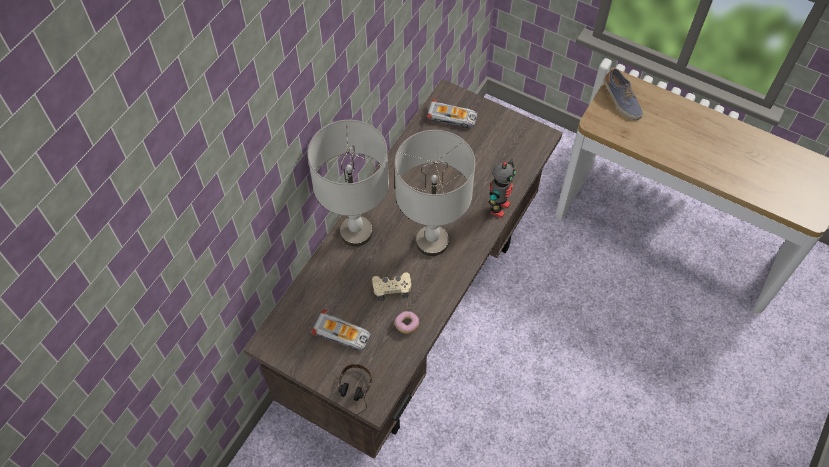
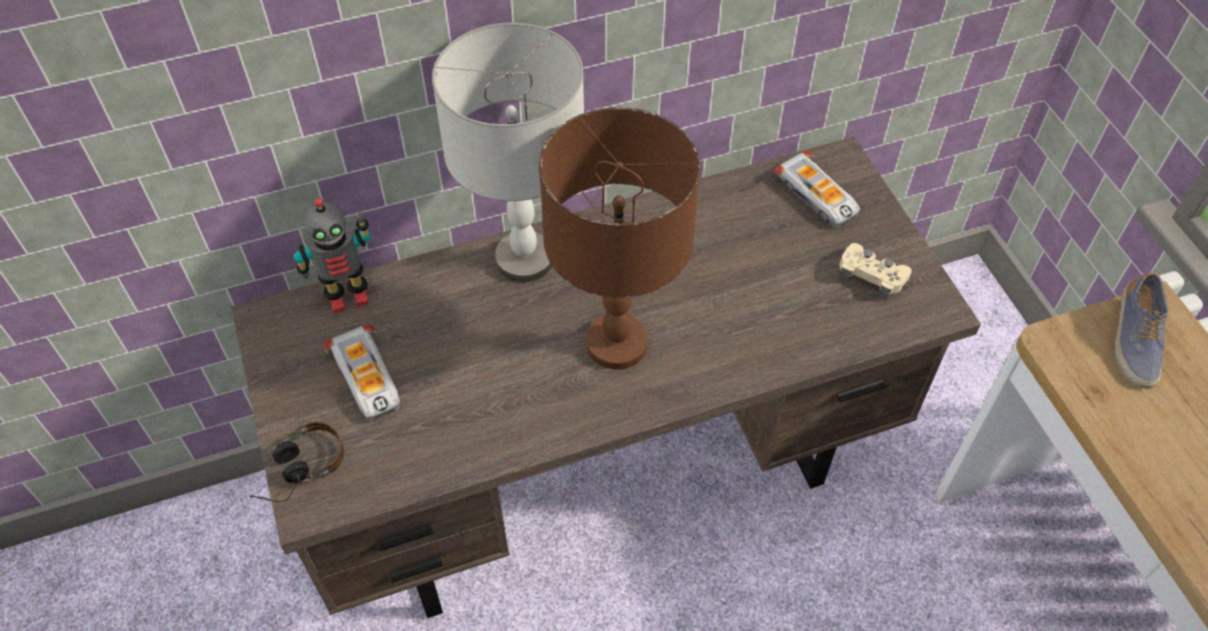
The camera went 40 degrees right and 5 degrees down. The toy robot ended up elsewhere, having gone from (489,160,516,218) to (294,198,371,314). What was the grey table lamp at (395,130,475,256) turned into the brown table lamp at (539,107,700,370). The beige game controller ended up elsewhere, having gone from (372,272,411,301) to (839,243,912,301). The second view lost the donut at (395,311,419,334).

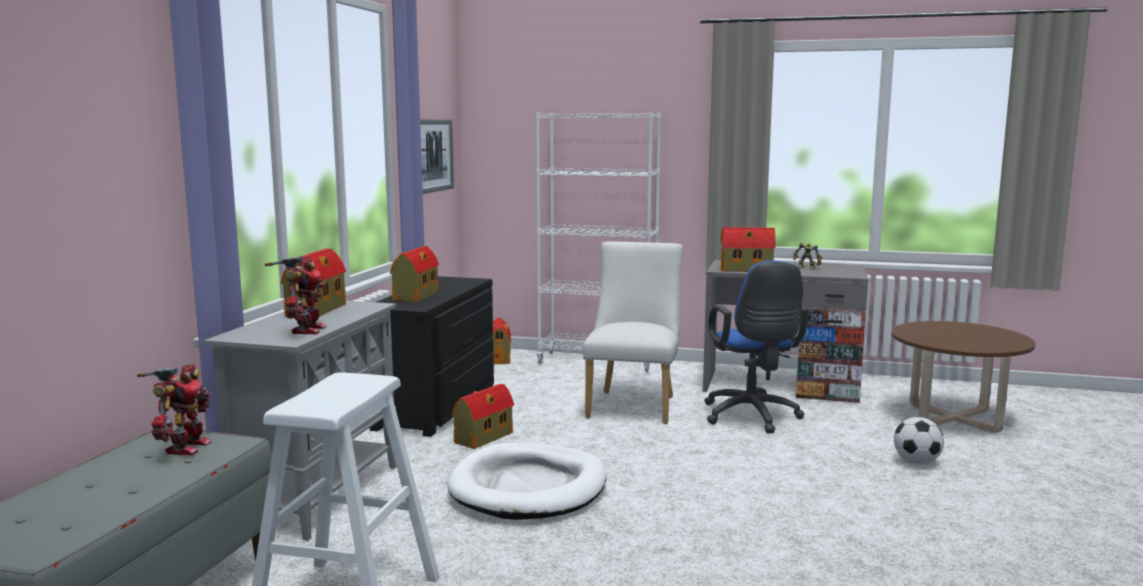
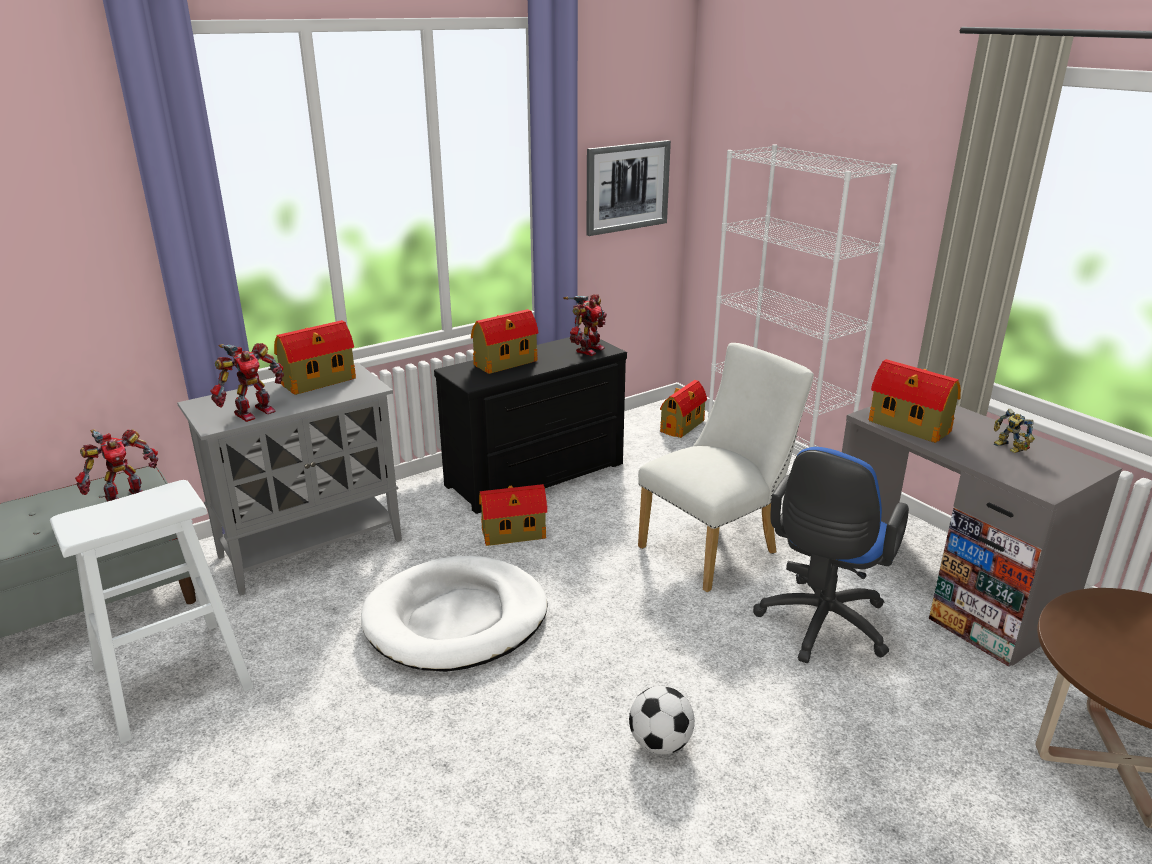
The camera went 40 degrees right and 15 degrees up. The second view gained the toy robot at (563,294,607,356). The football ended up elsewhere, having gone from (894,417,944,464) to (629,686,695,755).

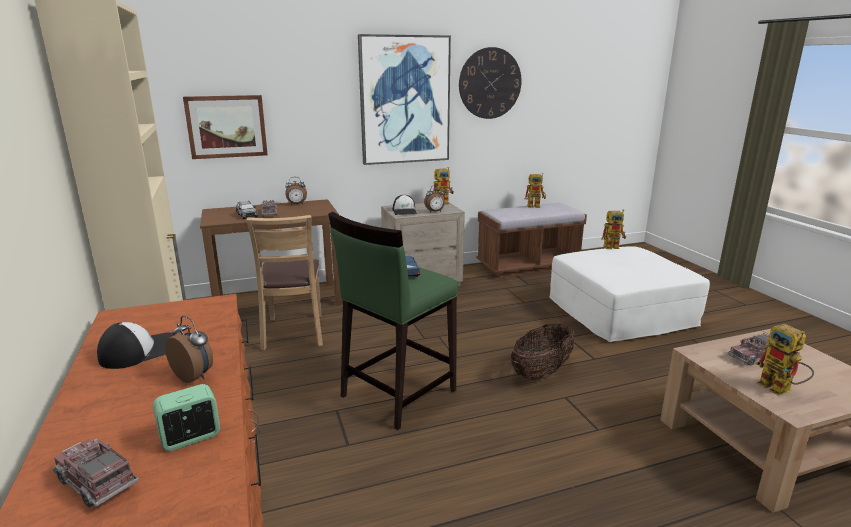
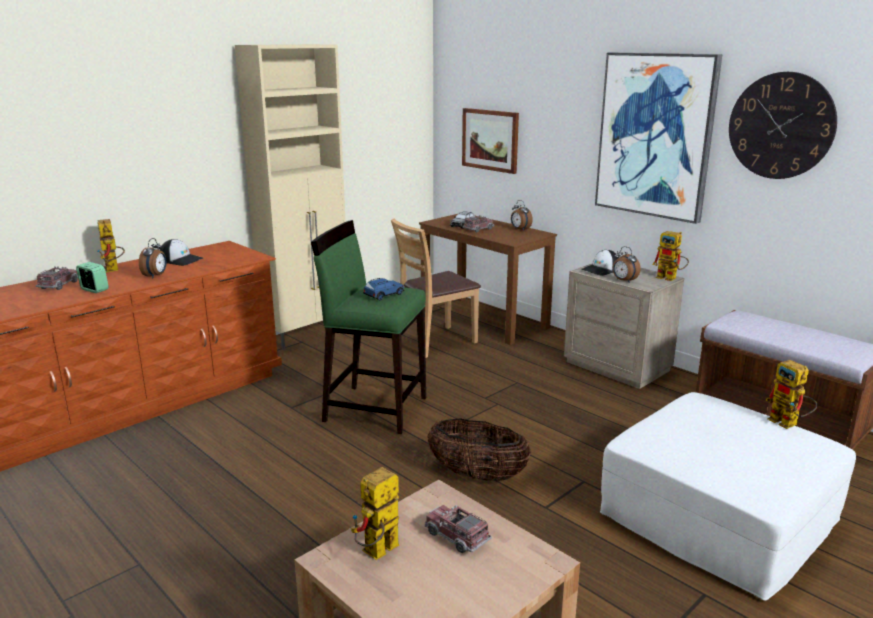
The camera went 65 degrees right and 0 degrees up. The toy robot ended up elsewhere, having gone from (524,173,546,208) to (97,219,125,272).

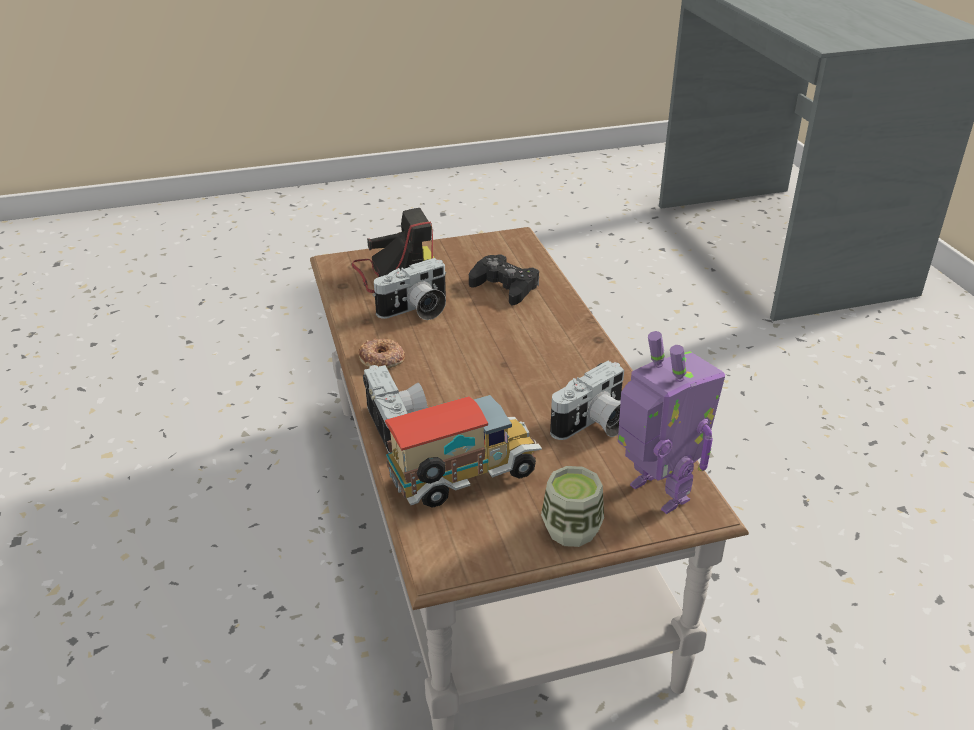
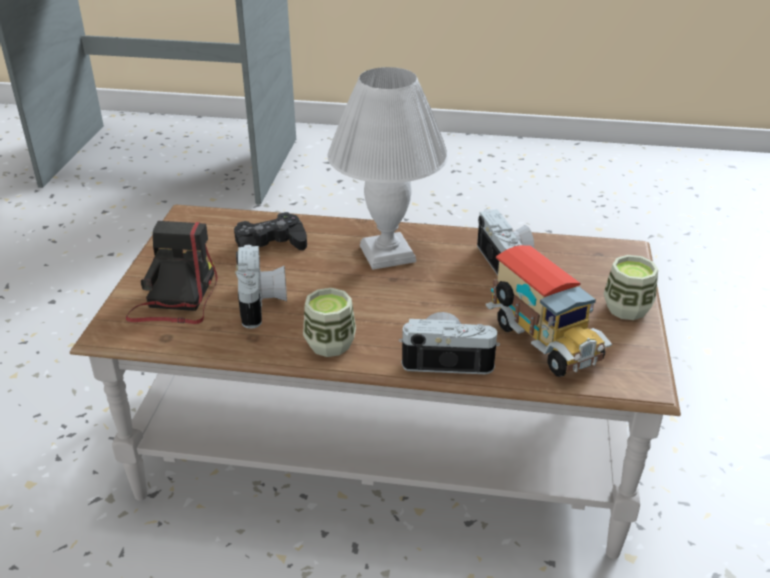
The camera went 65 degrees left and 0 degrees up. Where the donut stood at (358,338,405,369), the cup came to stand at (303,288,356,357). The second view gained the white table lamp at (327,67,448,270). The toy truck at (385,395,542,508) ended up facing another way, 150 degrees clockwise from before. The second view lost the toy robot at (618,331,725,514).

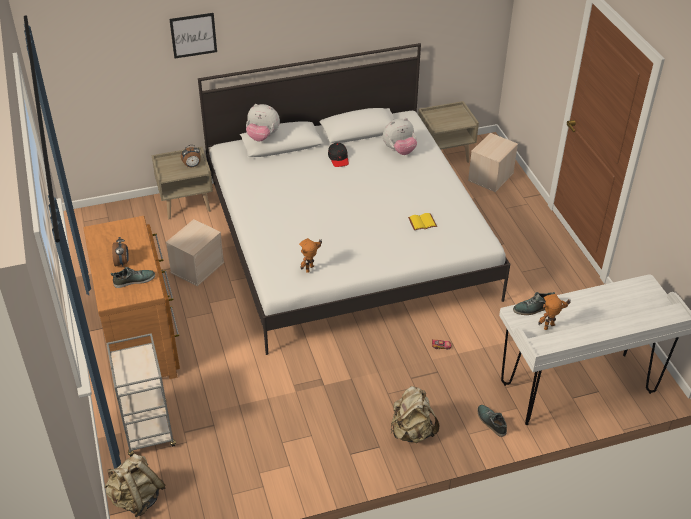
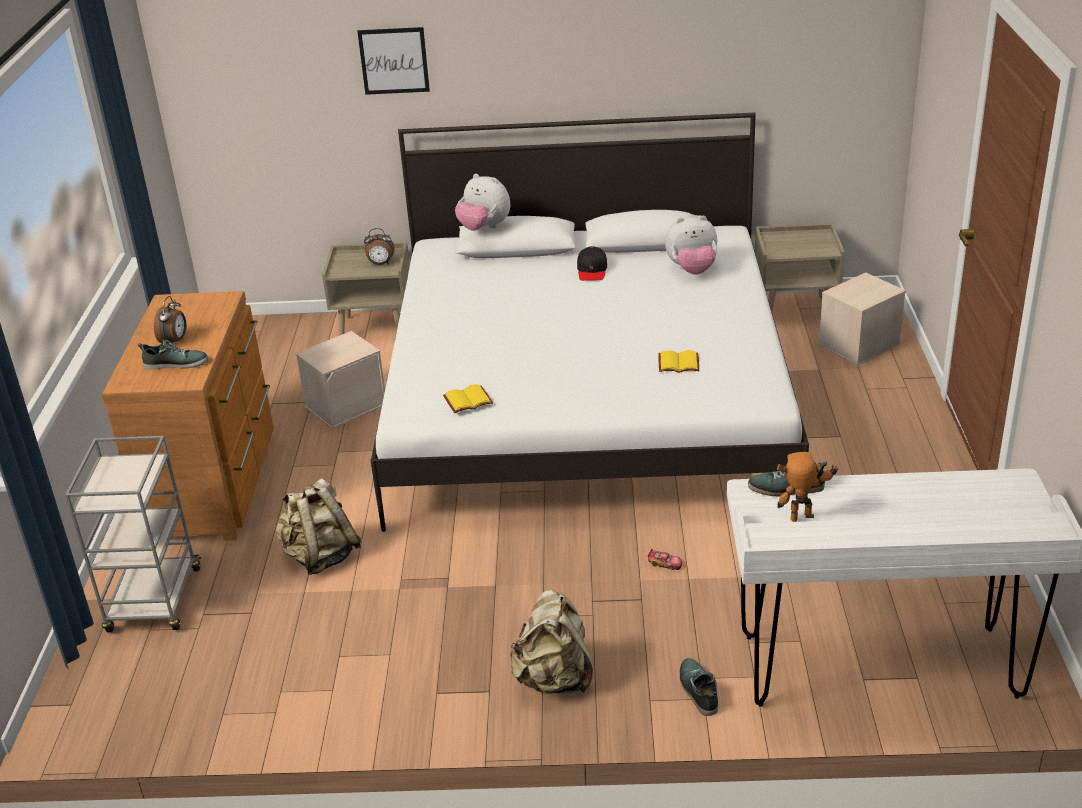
The camera went 20 degrees right and 10 degrees down. The beige backpack ended up elsewhere, having gone from (104,454,165,517) to (276,478,361,575). Where the toy robot stood at (299,238,322,273), the yellow book came to stand at (443,384,493,413).

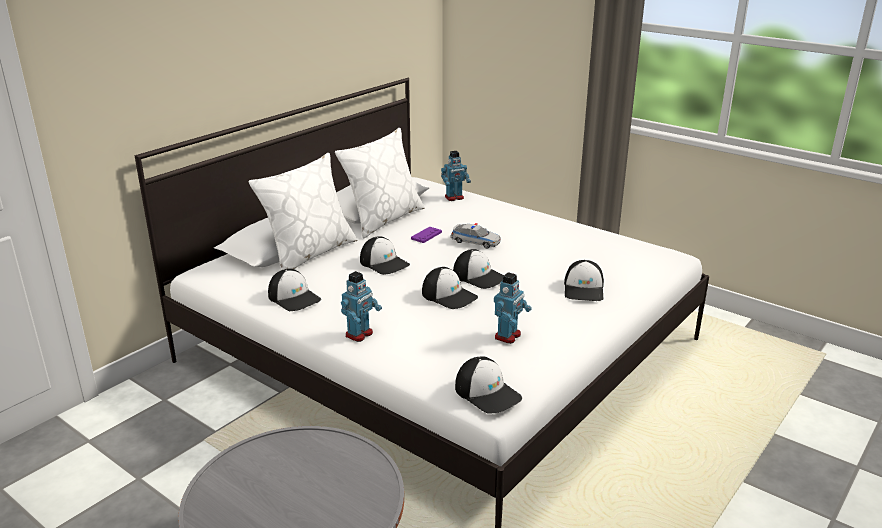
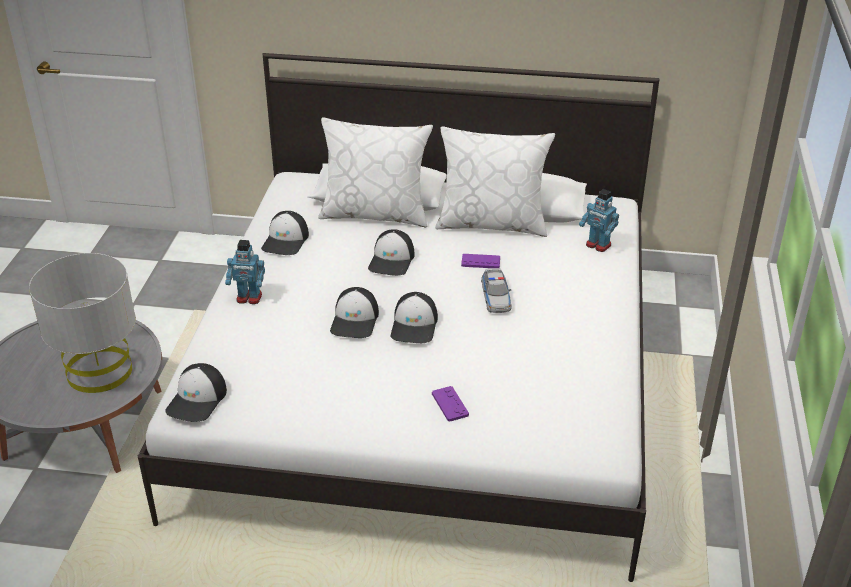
The camera went 60 degrees right and 10 degrees up. The second view gained the grey table lamp at (29,253,136,393). Where the cap stood at (564,260,604,301), the purple game controller came to stand at (432,386,469,422). The second view lost the toy robot at (494,272,532,344).

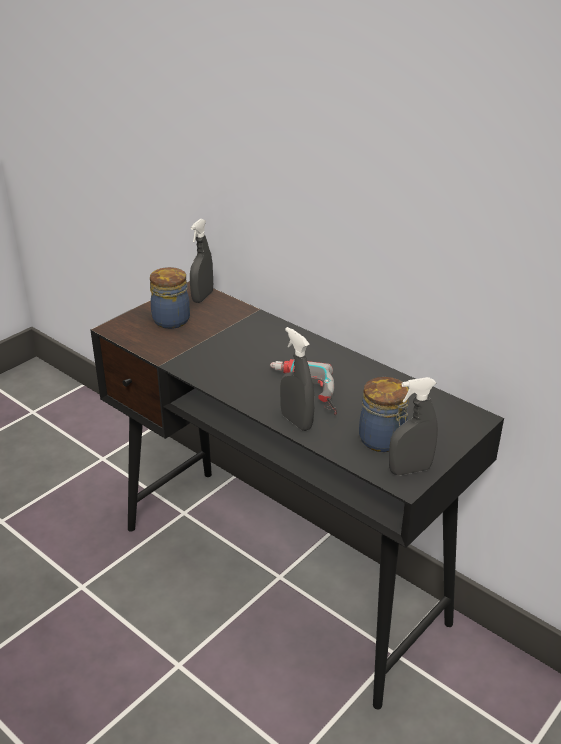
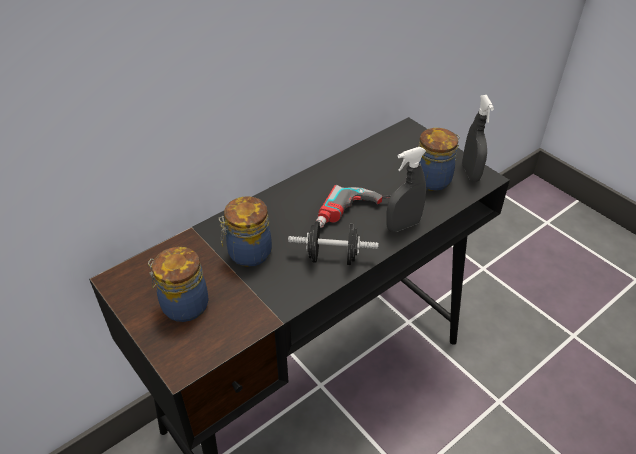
The camera went 80 degrees left and 10 degrees up. The second view gained the jar at (219,196,272,267). The second view gained the black dumbbell at (288,221,379,265). The second view lost the grey spray bottle at (190,219,213,303).

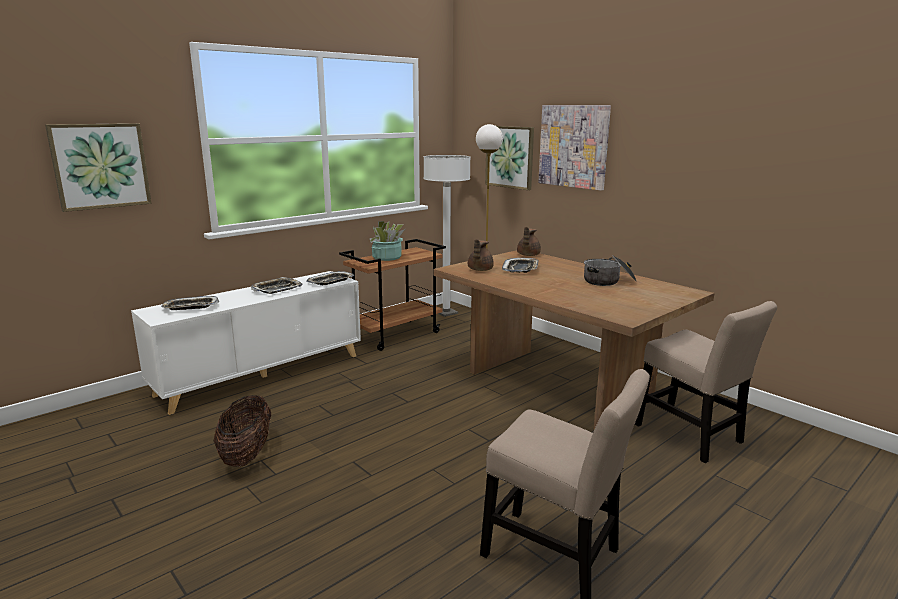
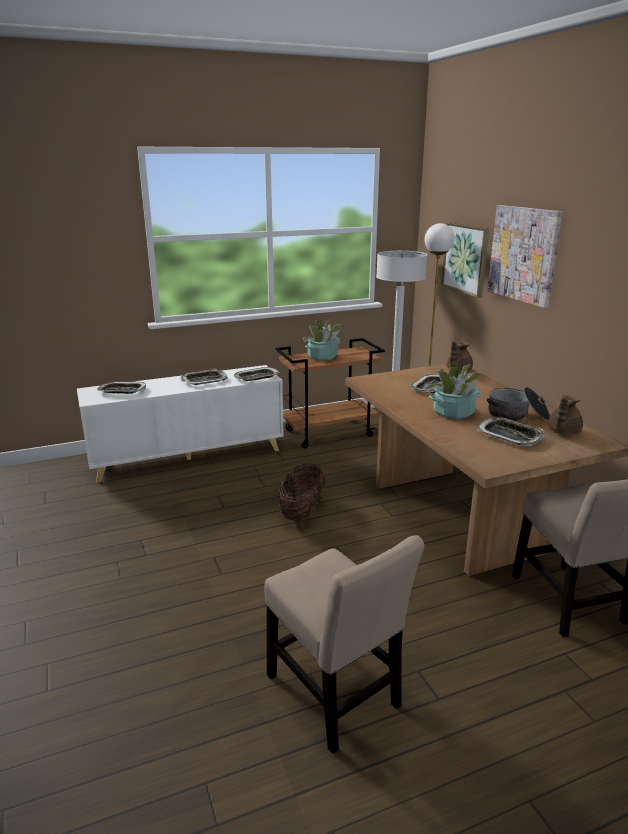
The camera went 20 degrees right and 5 degrees up. The basket ended up elsewhere, having gone from (214,395,271,467) to (278,463,325,521). The second view gained the potted plant at (426,363,483,419). The second view gained the tray at (478,417,544,446). The brown teapot ended up elsewhere, having gone from (468,239,494,271) to (548,395,583,436). The second view lost the picture at (45,123,152,212).

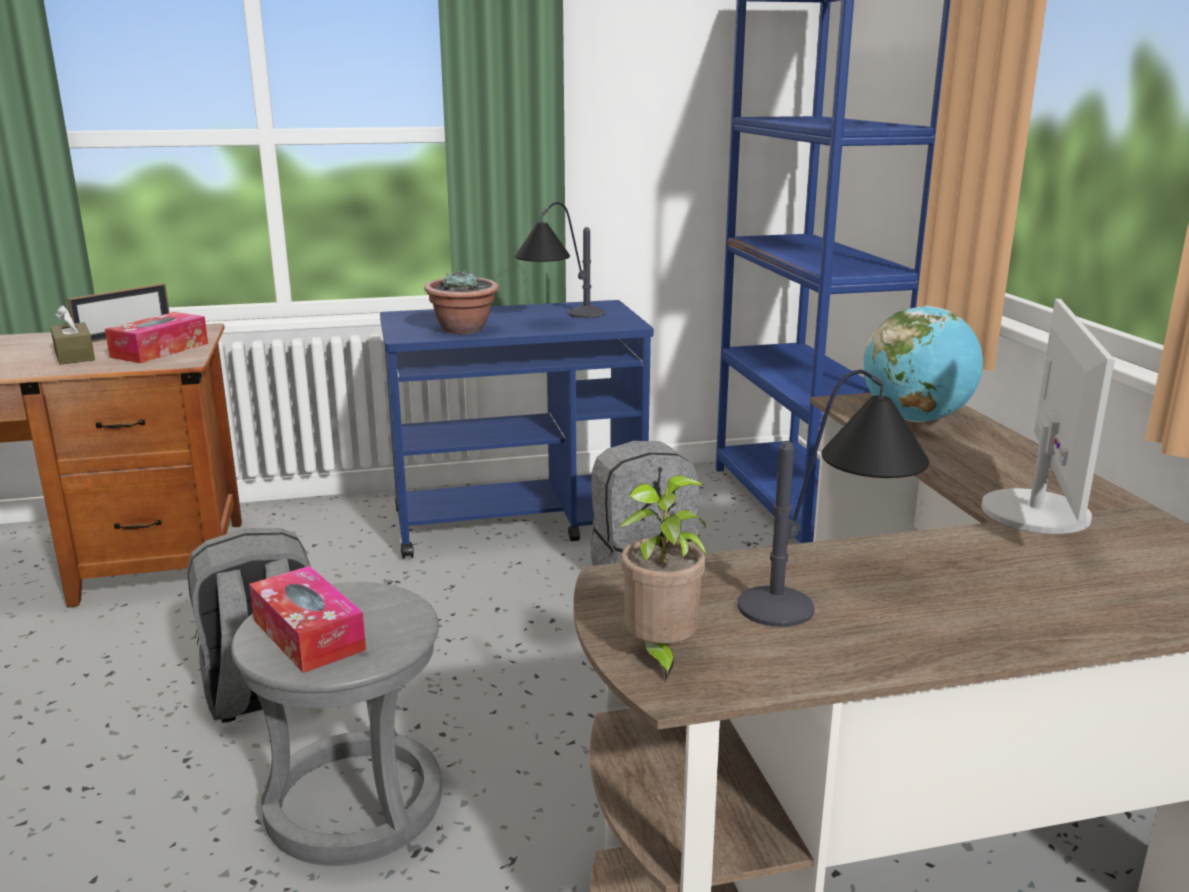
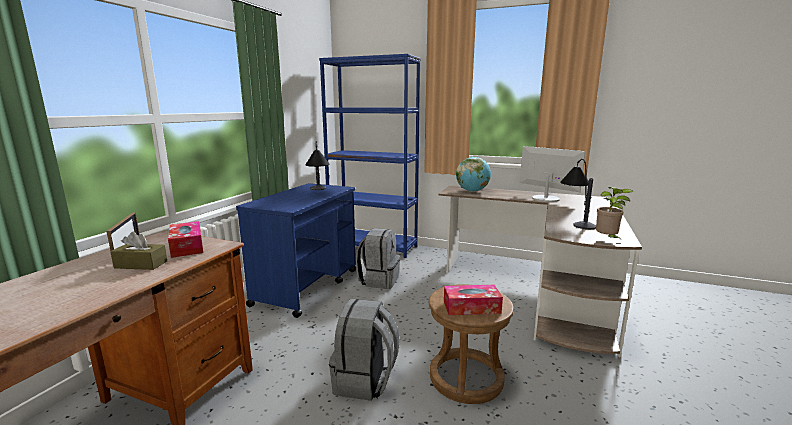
The camera went 55 degrees left and 5 degrees down. What was the grey stool at (231,582,442,866) turned into the brown stool at (429,284,514,404). The second view lost the potted plant at (424,270,499,334).

